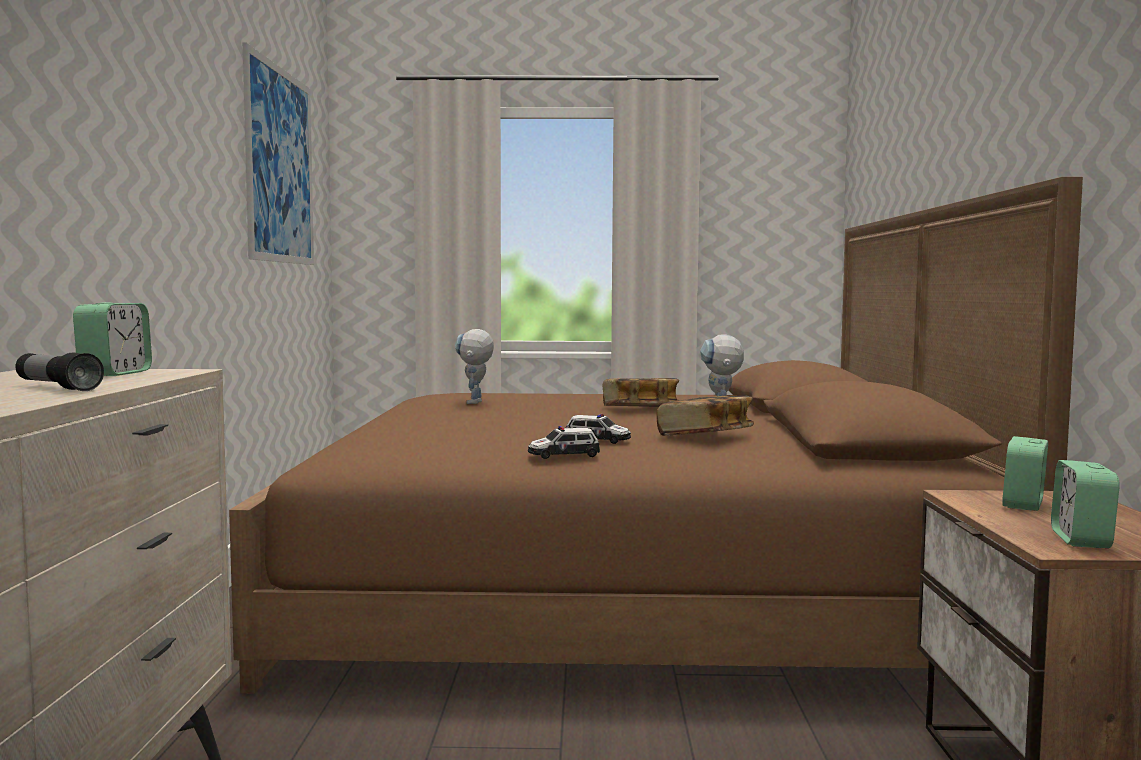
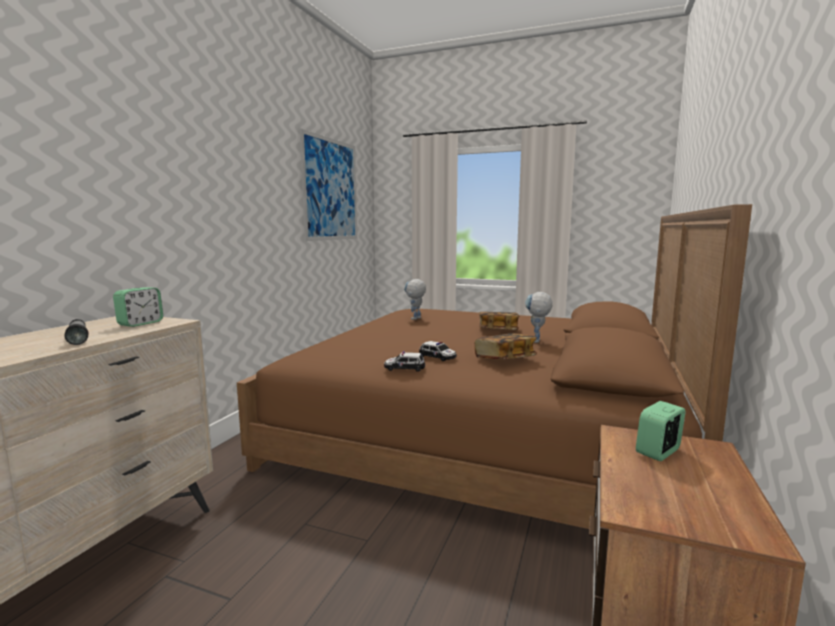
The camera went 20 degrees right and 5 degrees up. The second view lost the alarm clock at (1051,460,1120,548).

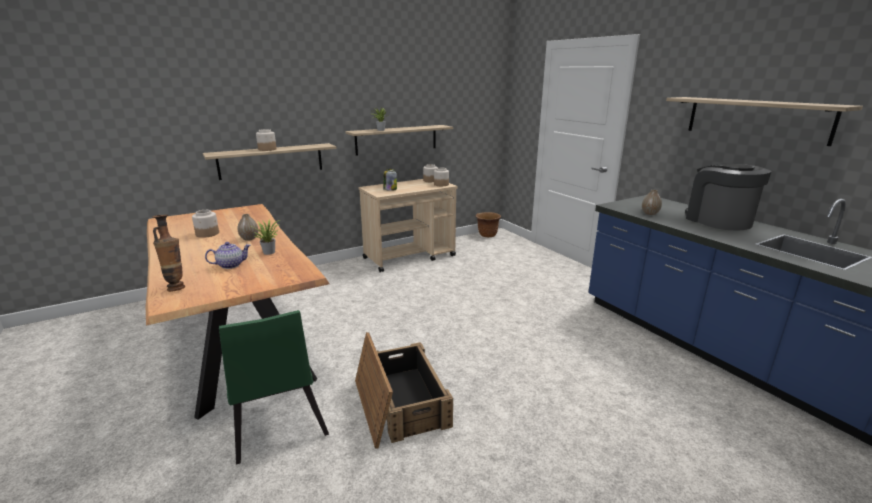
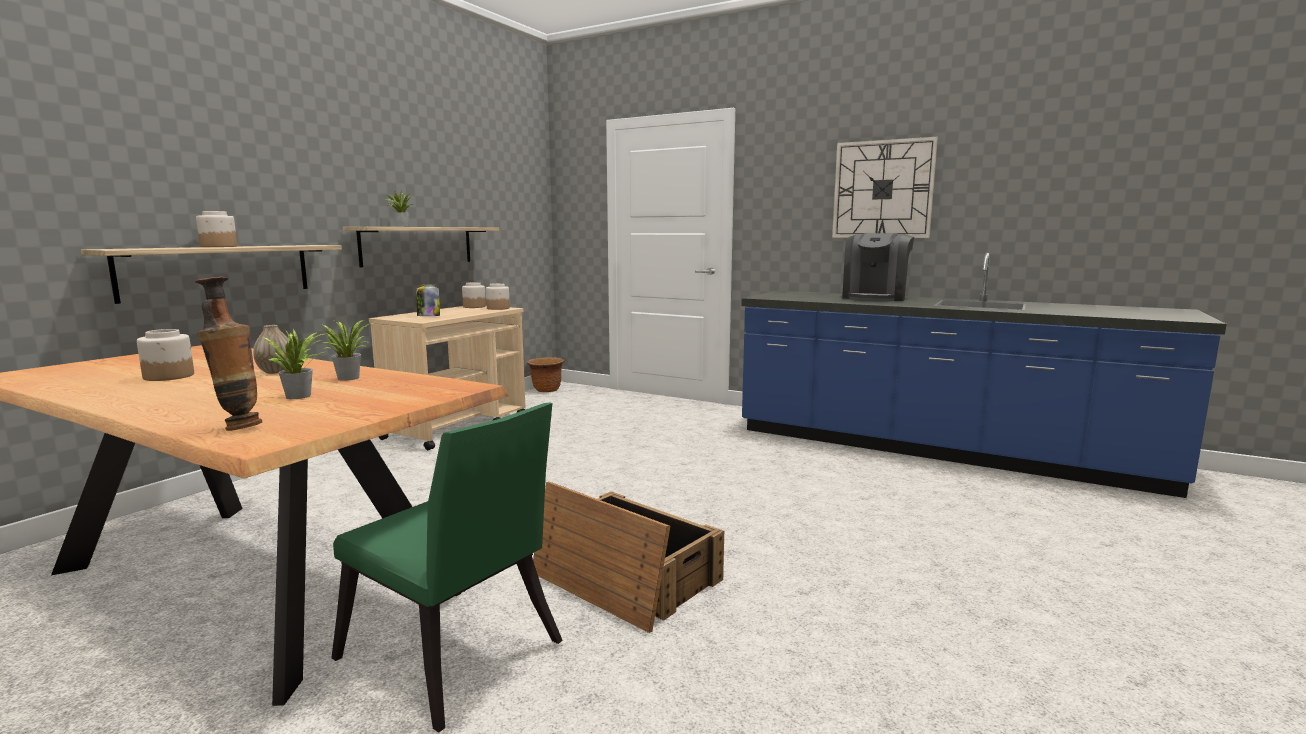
The camera went 30 degrees left and 10 degrees down. Where the teapot stood at (205,242,251,269), the potted plant came to stand at (263,329,329,399). Where the shelf hung at (666,97,863,146), the wall clock came to hang at (832,137,938,238). The coffee machine at (685,164,772,231) ended up facing another way, 105 degrees counterclockwise from before. The second view lost the vase at (642,190,662,215).

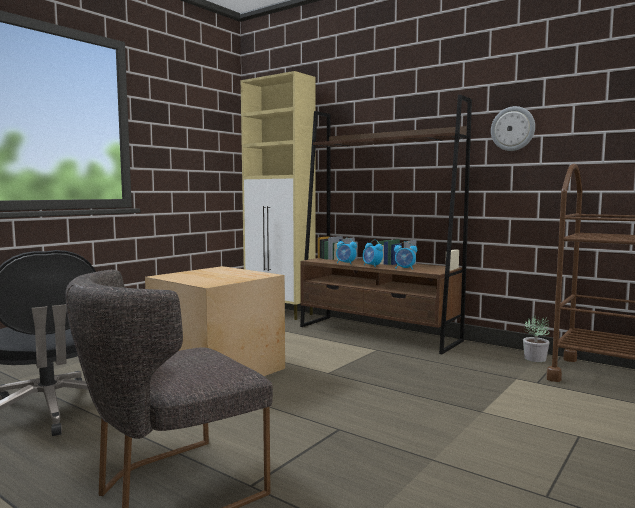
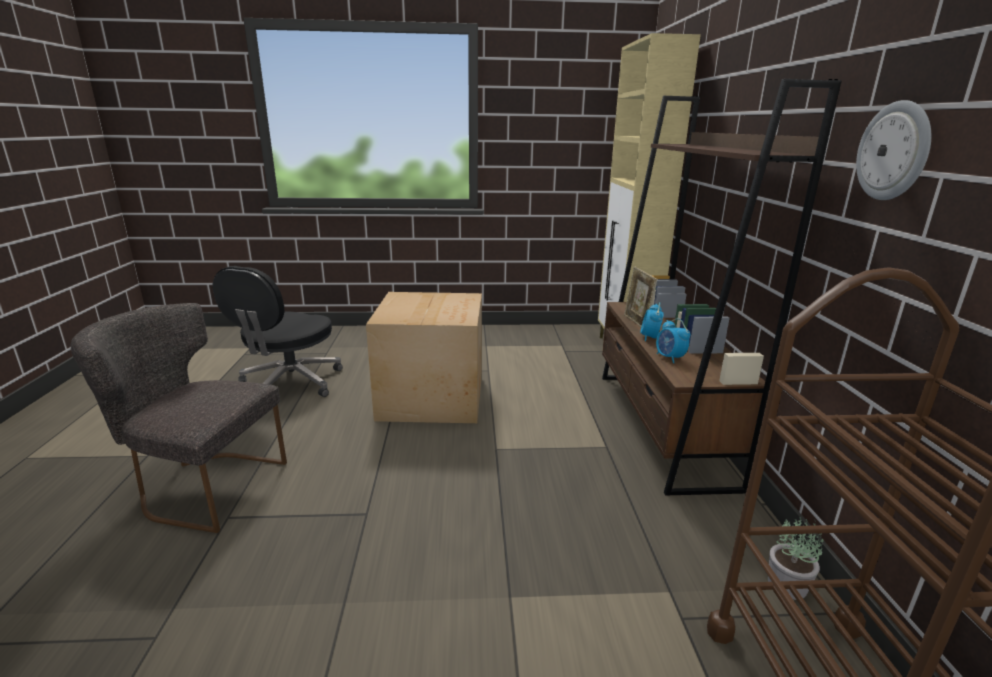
The camera went 50 degrees right and 15 degrees up. Where the alarm clock stood at (336,238,357,264), the picture frame came to stand at (624,267,657,327).

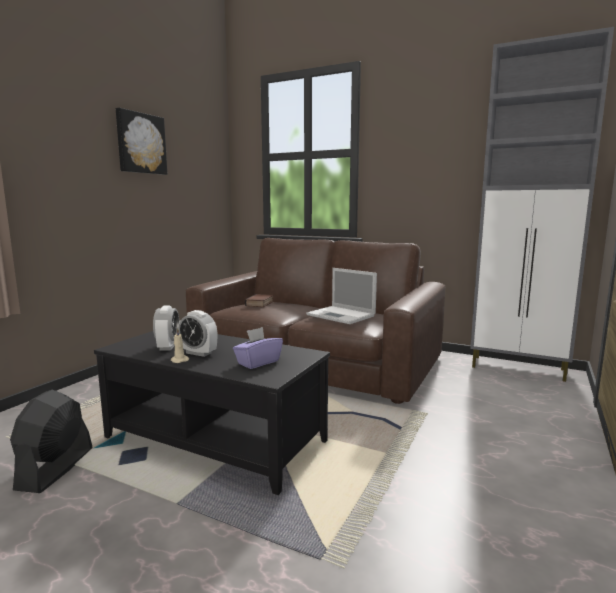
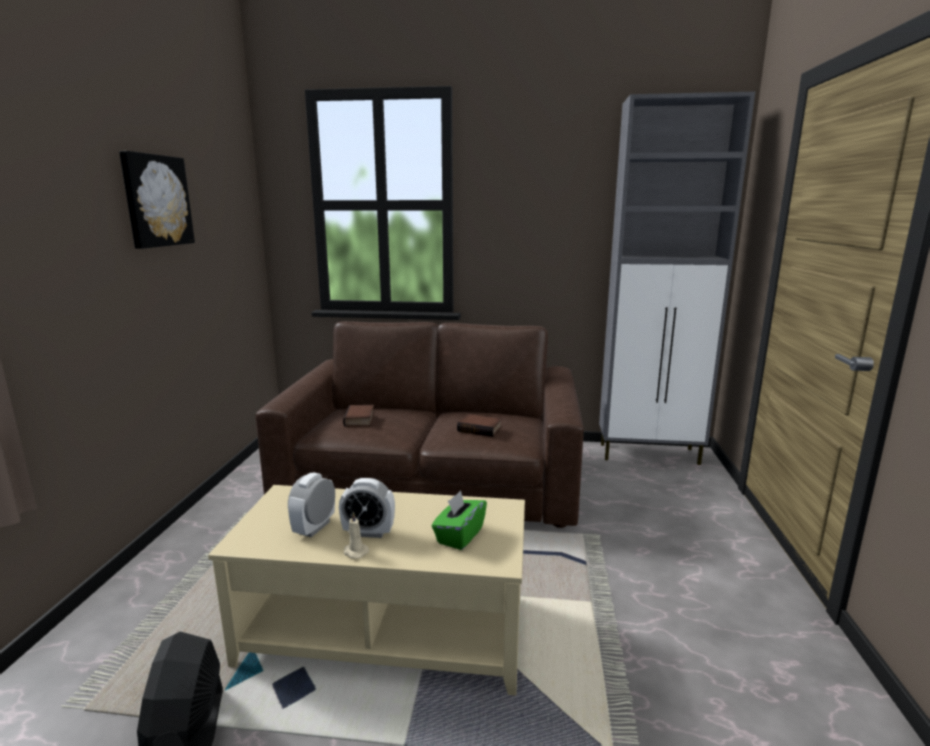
The camera went 20 degrees left and 5 degrees up. What was the black coffee table at (94,331,330,495) turned into the beige coffee table at (208,485,525,696). The alarm clock at (153,306,179,351) ended up facing another way, 135 degrees counterclockwise from before. What was the purple tissue box at (233,327,283,369) turned into the green tissue box at (431,490,487,550). Where the laptop stood at (306,268,377,324), the book came to stand at (457,414,502,437).

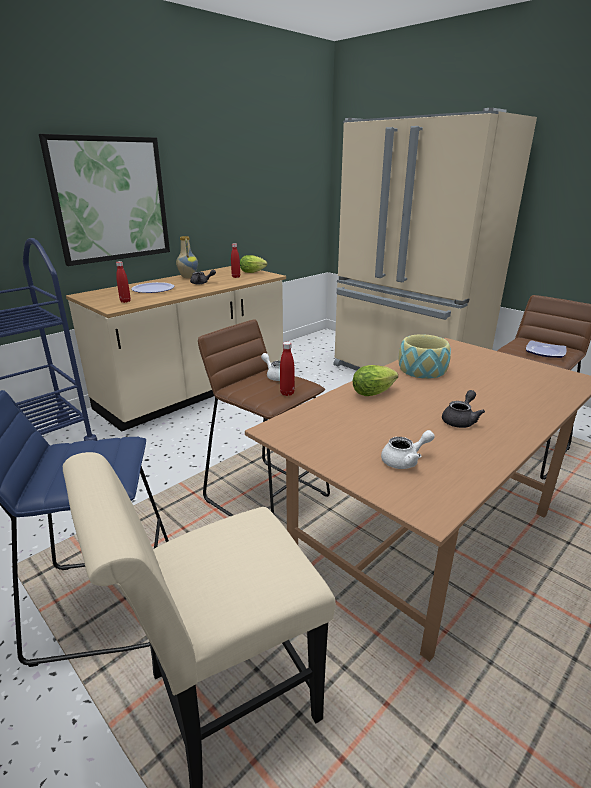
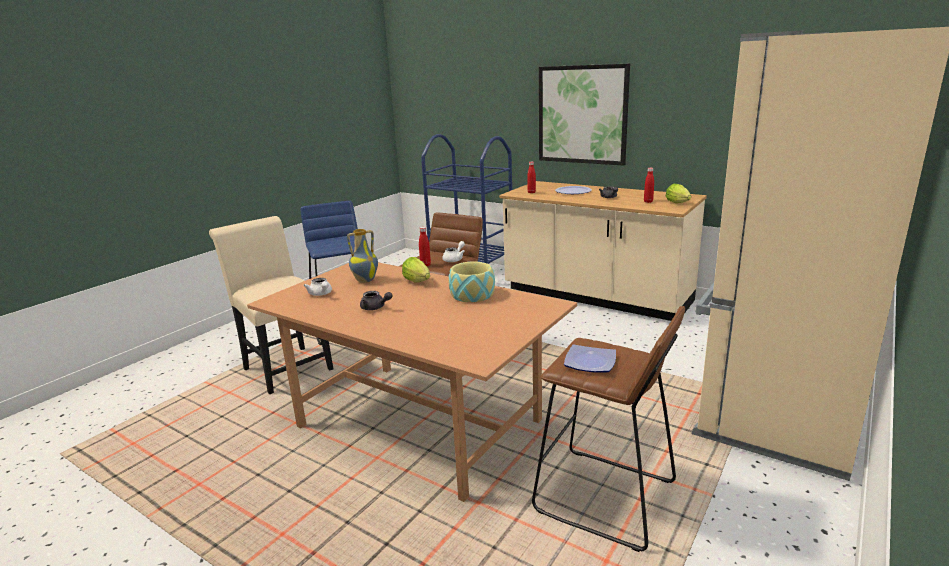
The camera went 80 degrees right and 5 degrees down. The vase ended up elsewhere, having gone from (176,236,198,278) to (347,229,378,283).

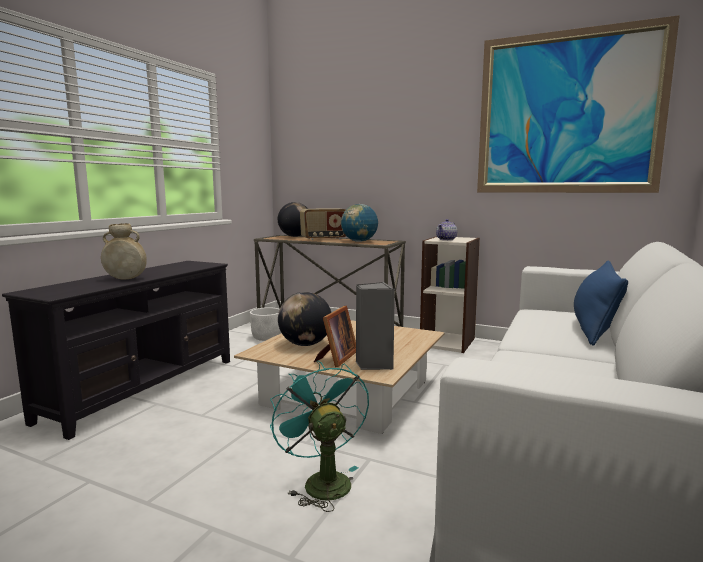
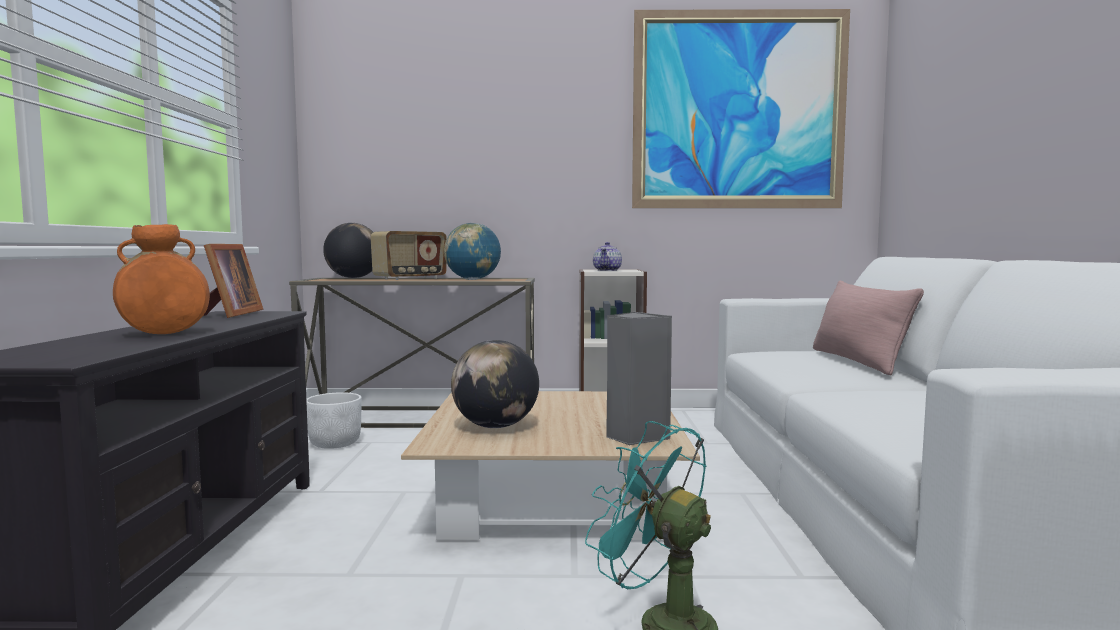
The camera went 25 degrees left and 5 degrees down. What was the beige vase at (101,223,147,279) turned into the orange vase at (113,224,210,334). The picture frame ended up elsewhere, having gone from (314,306,356,367) to (203,244,263,318). What was the blue pillow at (574,260,628,346) turned into the pink pillow at (813,281,924,375).

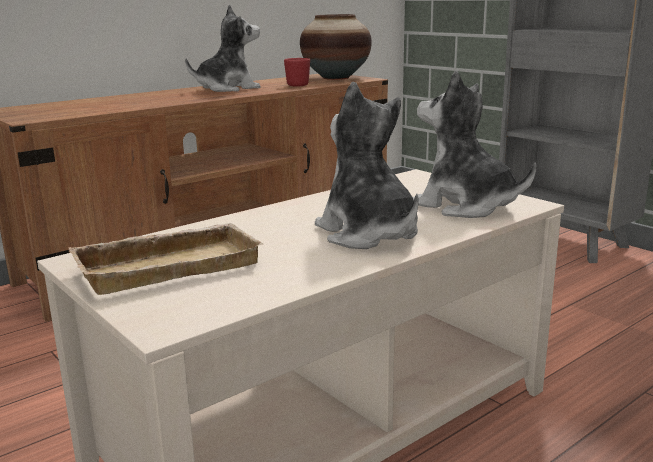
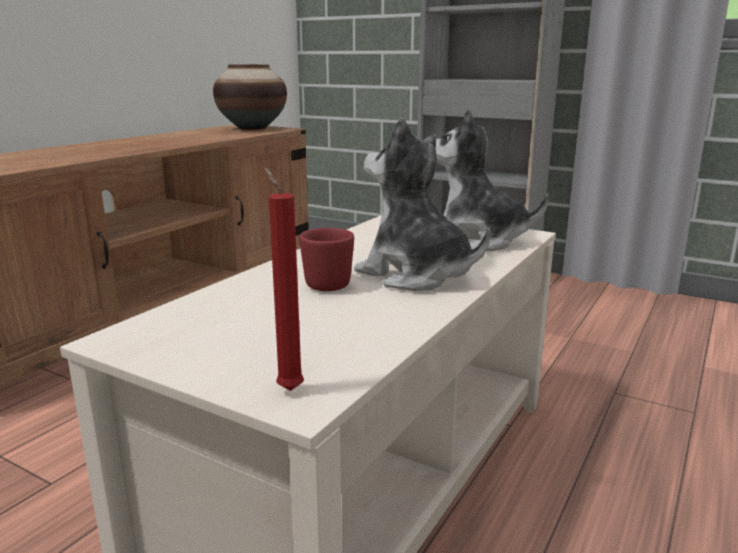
The camera went 20 degrees left and 0 degrees up. The second view gained the red candle at (264,168,304,391). The red mug ended up elsewhere, having gone from (284,58,310,86) to (299,228,354,291). The second view lost the beige tray at (68,223,263,295). The second view lost the plush toy at (185,5,261,92).

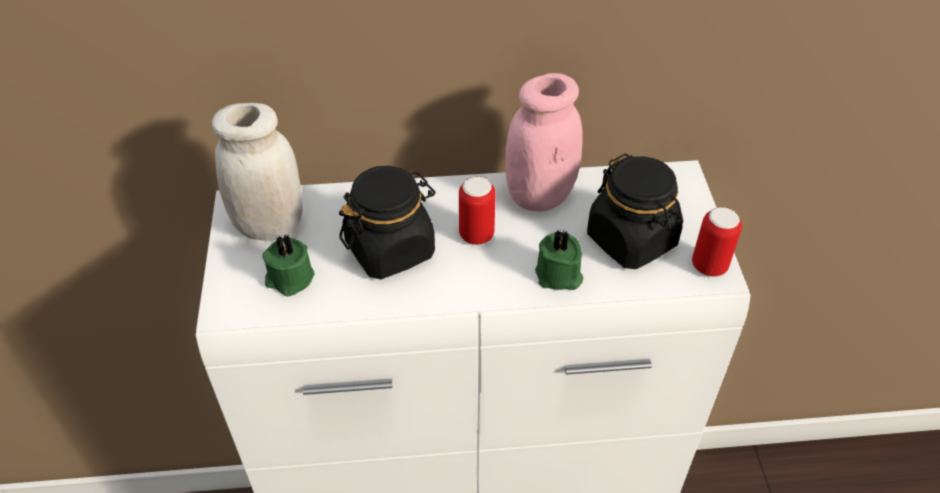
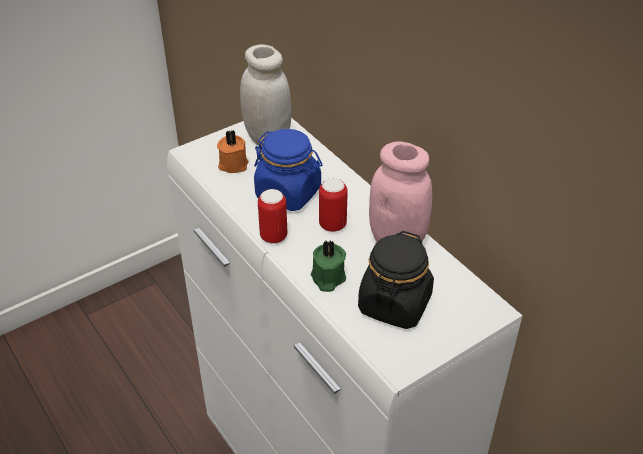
The camera went 60 degrees right and 5 degrees down. What was the green candle at (262,234,315,296) turned into the orange candle at (217,130,249,173). What was the black jar at (339,166,435,279) turned into the blue jar at (254,129,322,211). The can ended up elsewhere, having gone from (692,207,742,277) to (258,189,287,244).

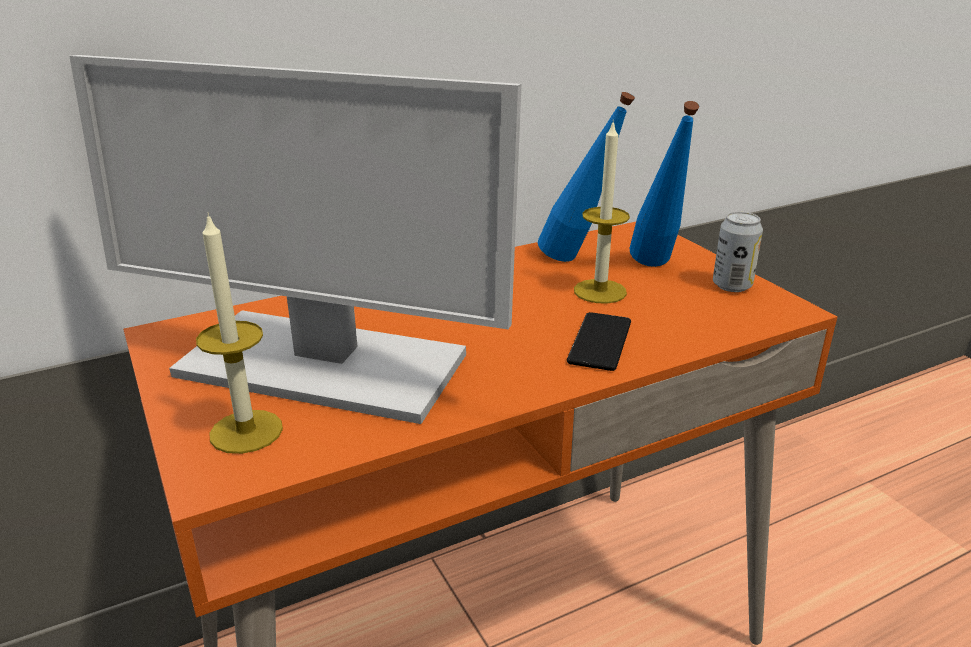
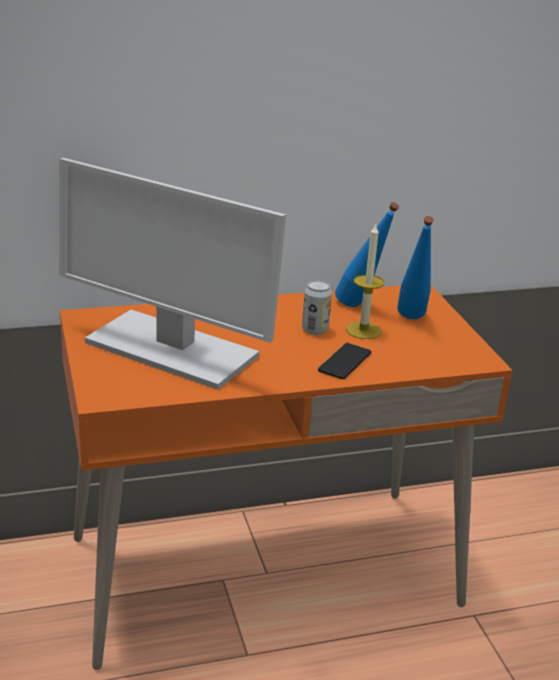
The camera went 10 degrees right and 0 degrees up. The can ended up elsewhere, having gone from (713,212,763,292) to (302,280,332,335). The second view lost the candle at (196,212,283,454).

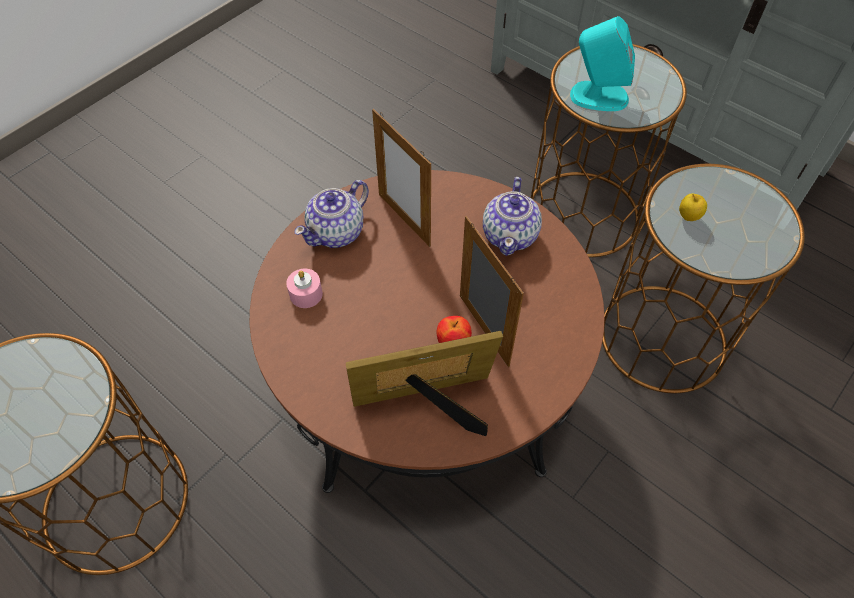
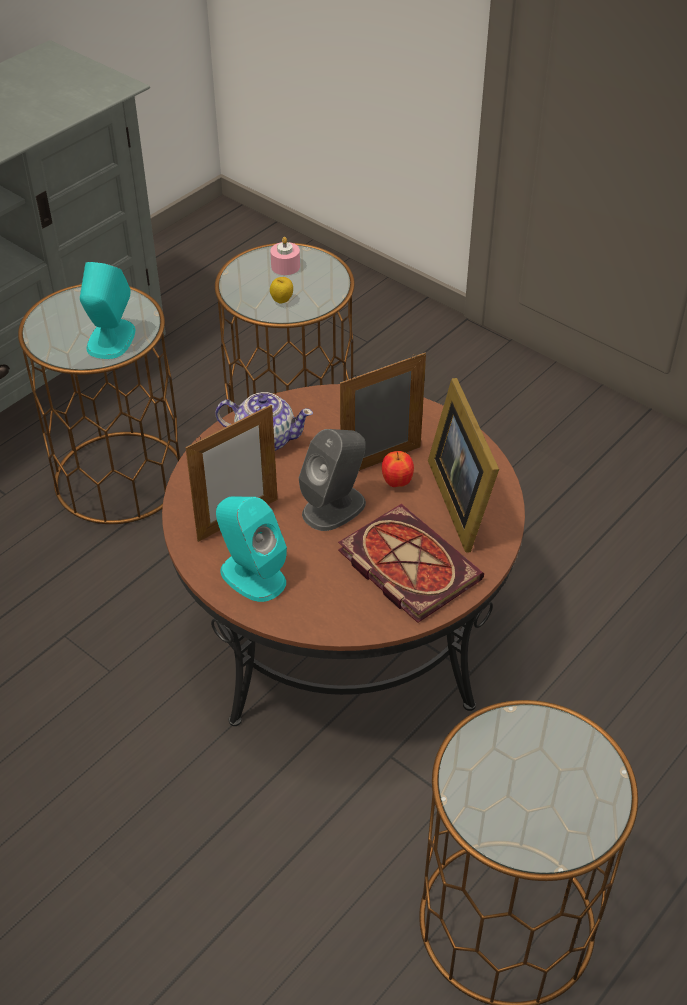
The camera went 90 degrees left and 10 degrees down. Where the teapot stood at (295,180,369,248), the turquoise speaker came to stand at (216,496,287,602). The pink candle ended up elsewhere, having gone from (286,269,323,308) to (270,237,300,275). The second view gained the grey speaker at (299,429,366,531). The second view gained the book at (338,504,484,623).

